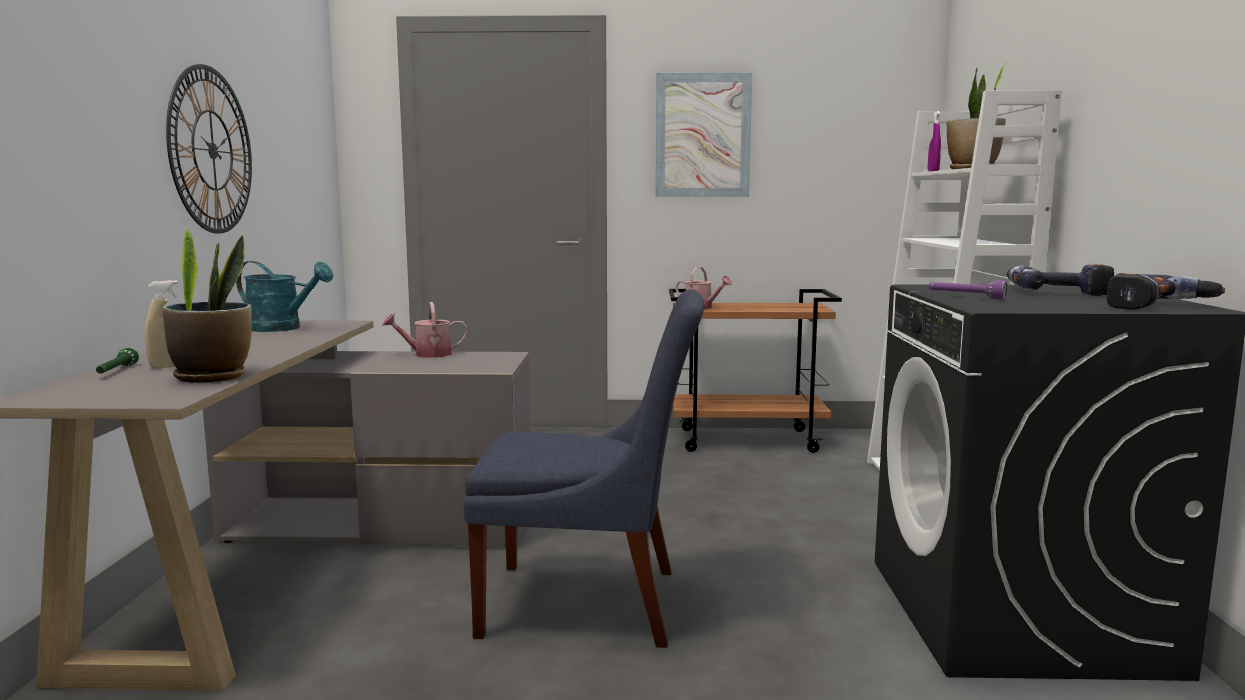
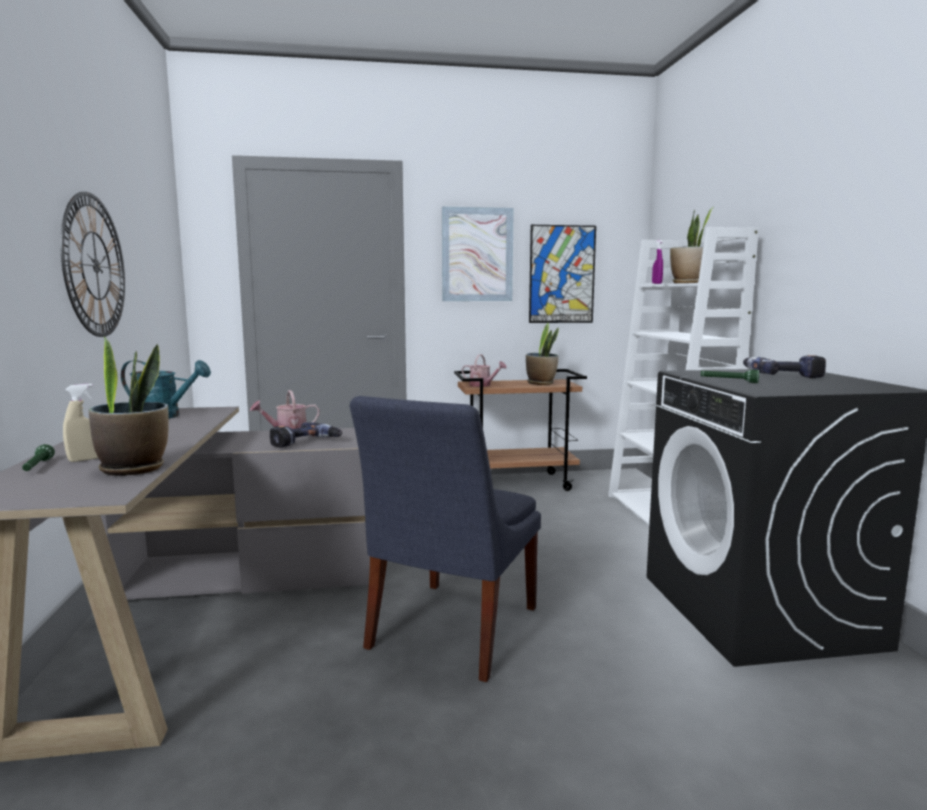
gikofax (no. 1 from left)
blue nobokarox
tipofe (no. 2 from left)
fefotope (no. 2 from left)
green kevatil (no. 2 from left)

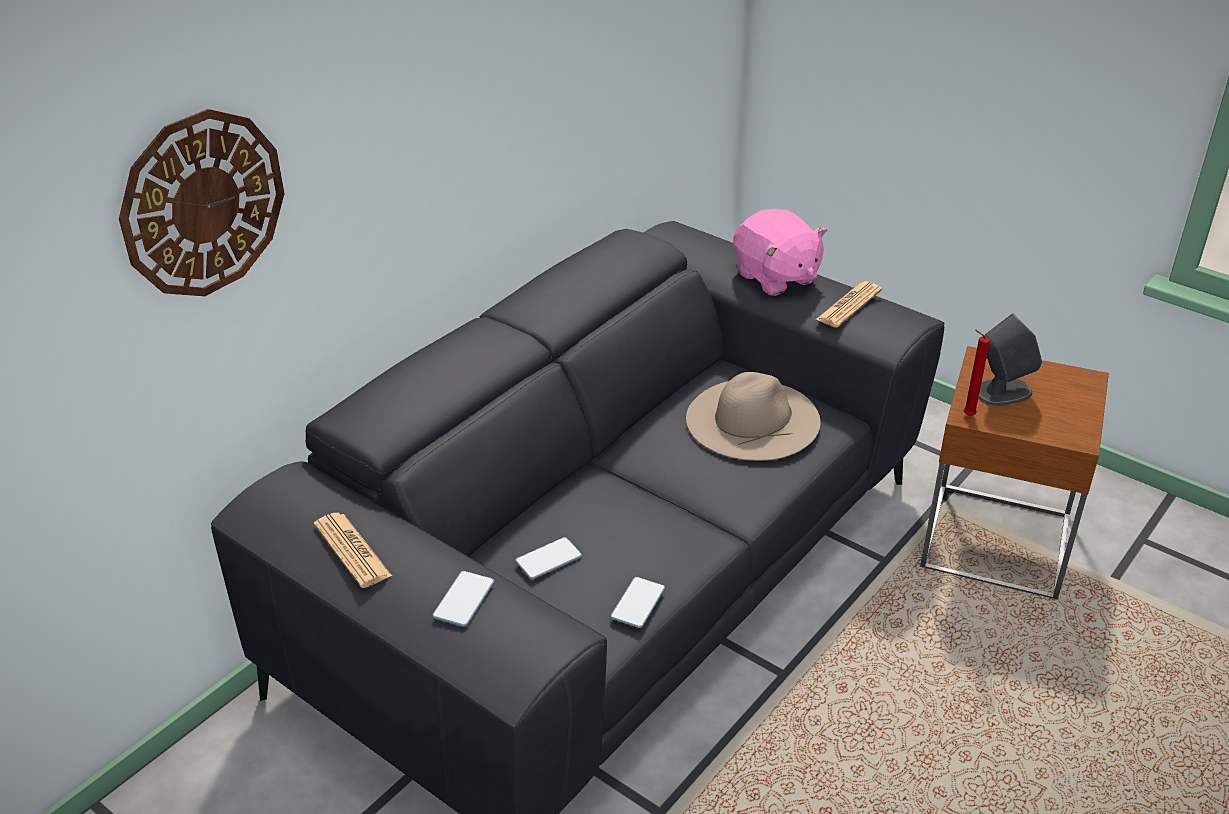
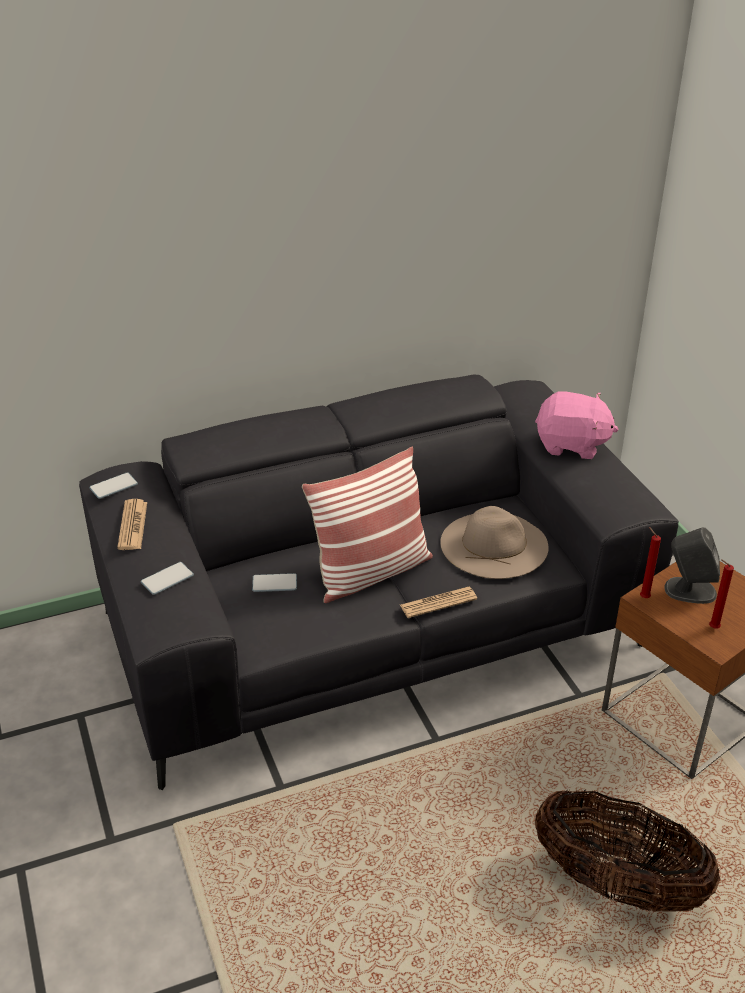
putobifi (no. 1 from left)
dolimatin
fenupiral (no. 2 from left)
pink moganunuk
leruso
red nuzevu (no. 2 from left)
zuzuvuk

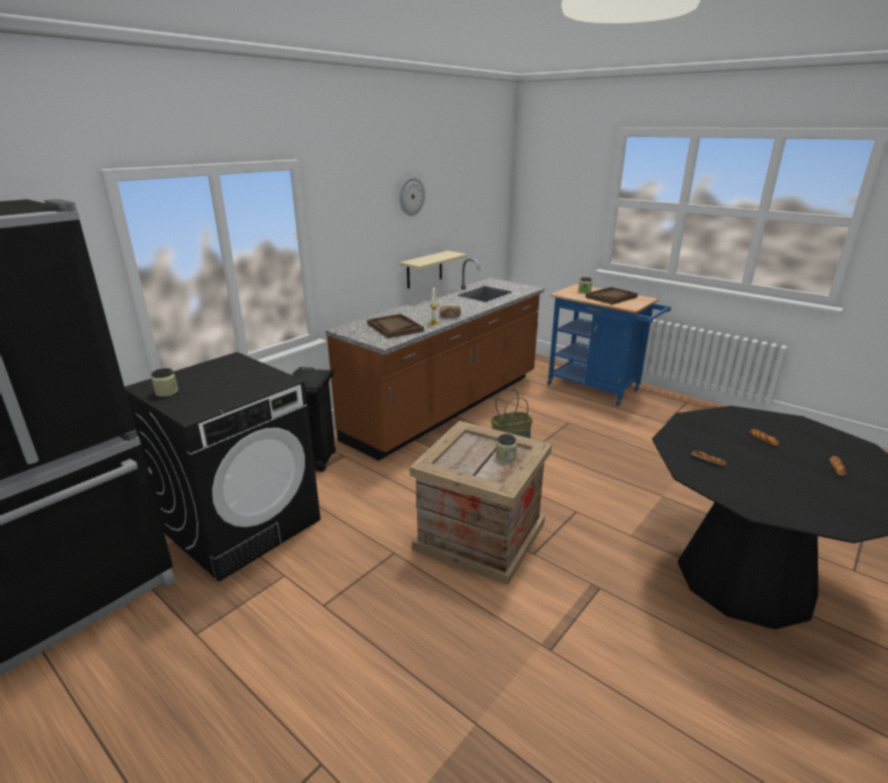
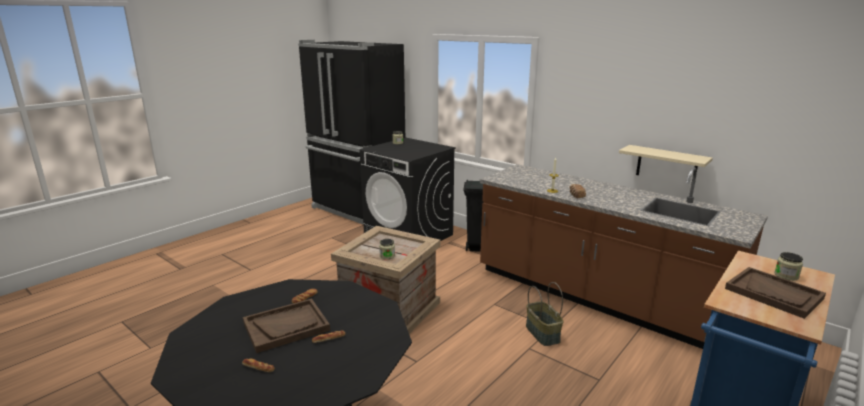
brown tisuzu (no. 1 from left)
zuzuvuk

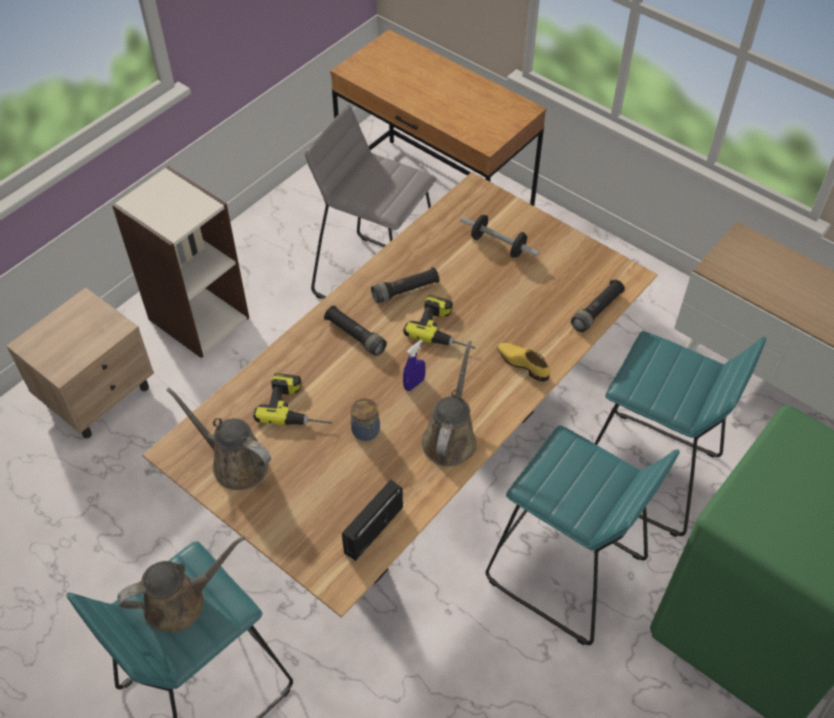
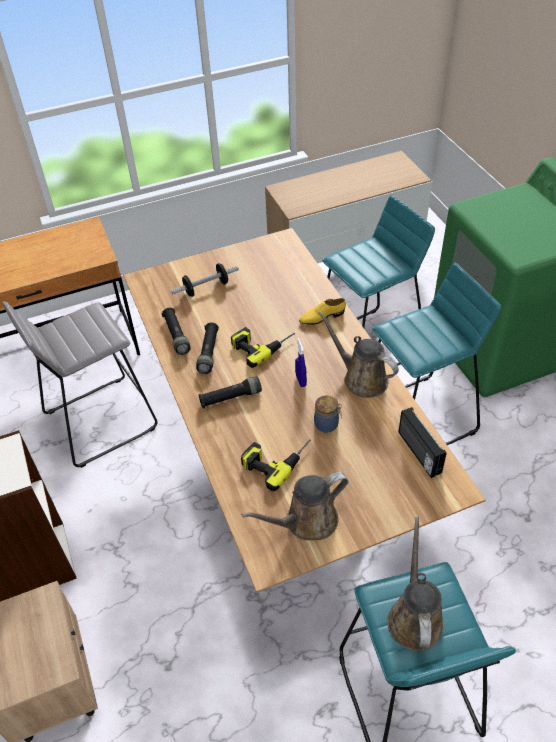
black kevatil (no. 1 from left)

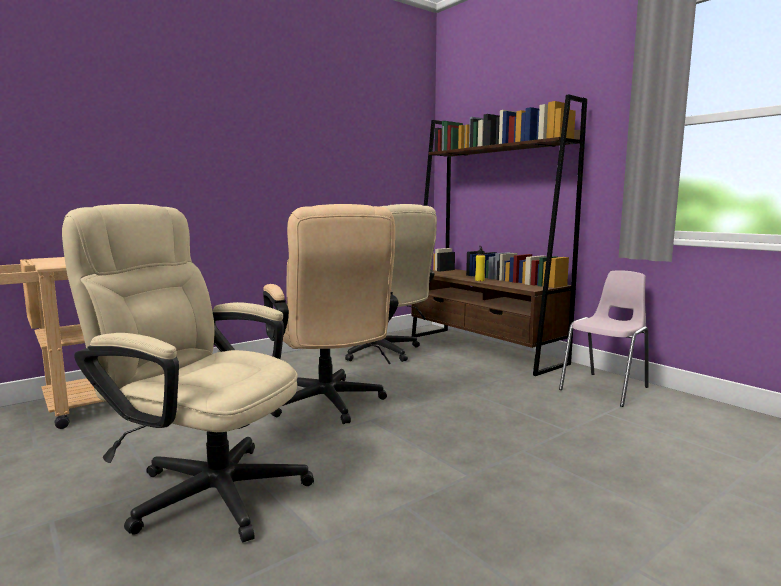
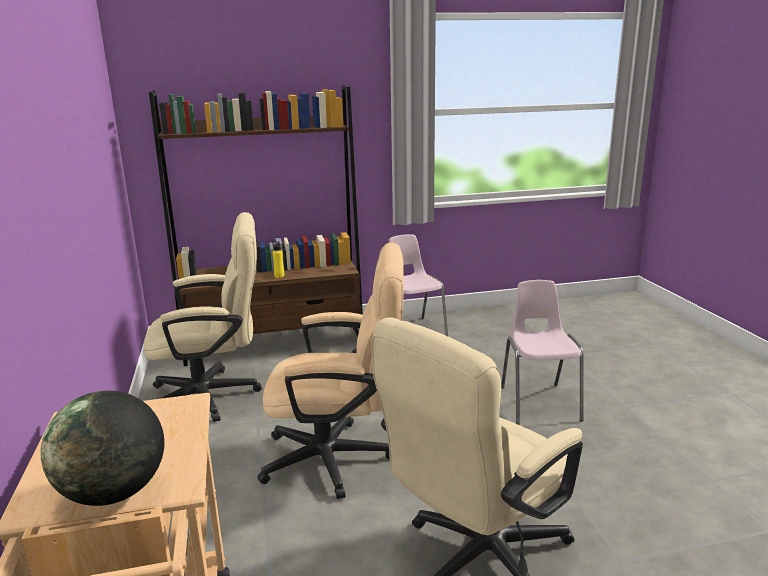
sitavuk
pink nobokarox (no. 2 from left)

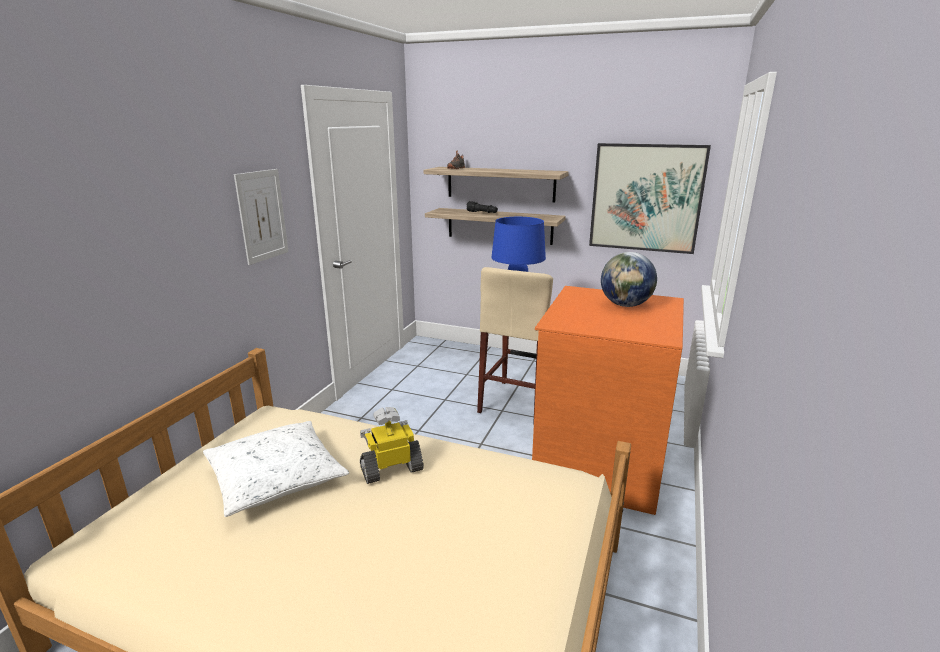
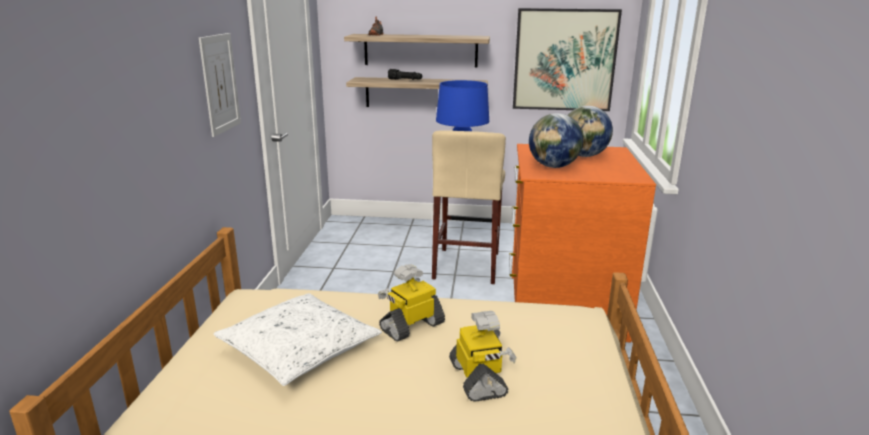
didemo (no. 2 from left)
sitavuk (no. 1 from left)

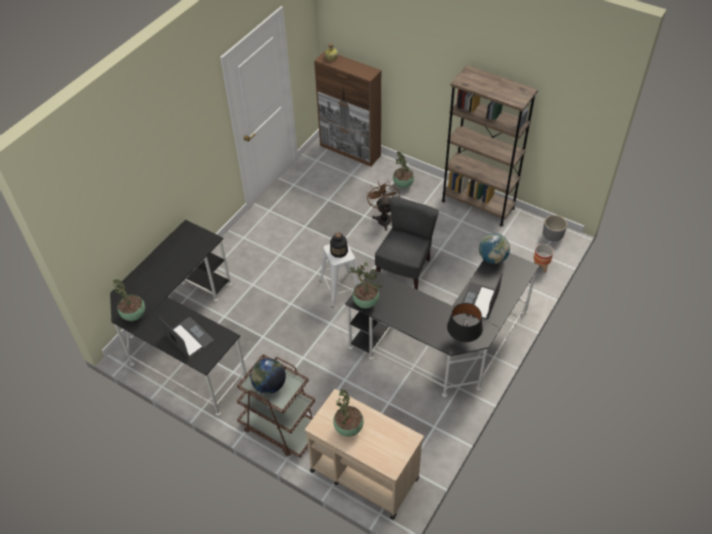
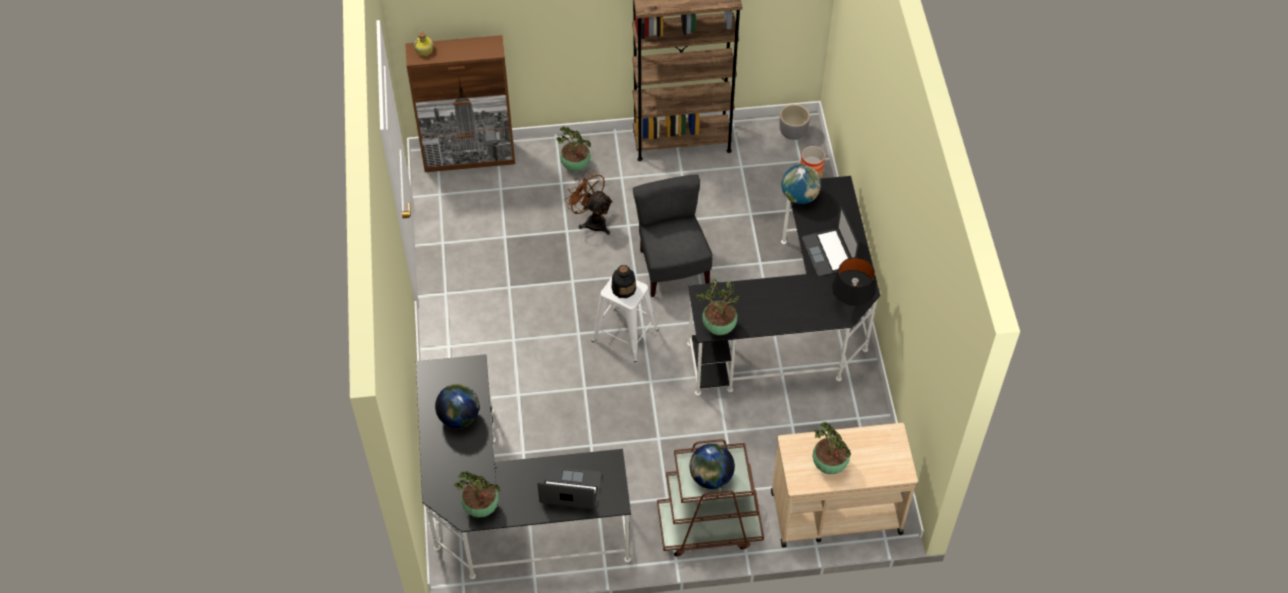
sitavuk (no. 1 from left)

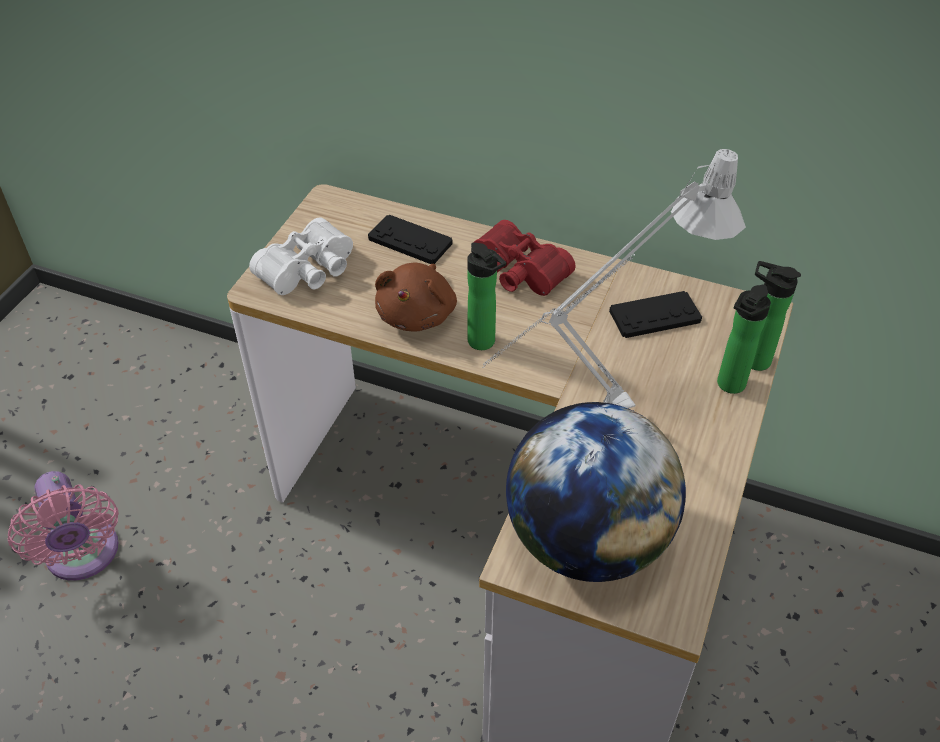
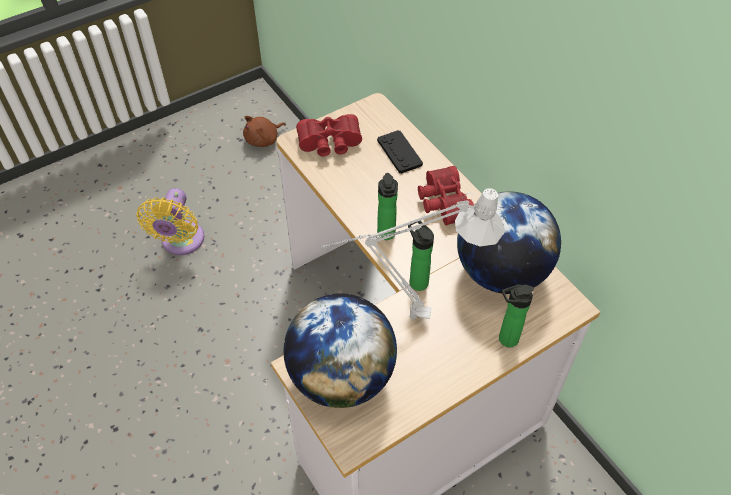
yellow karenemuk
brown moganunuk
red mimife (no. 1 from left)
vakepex (no. 2 from left)
sitavuk (no. 2 from left)

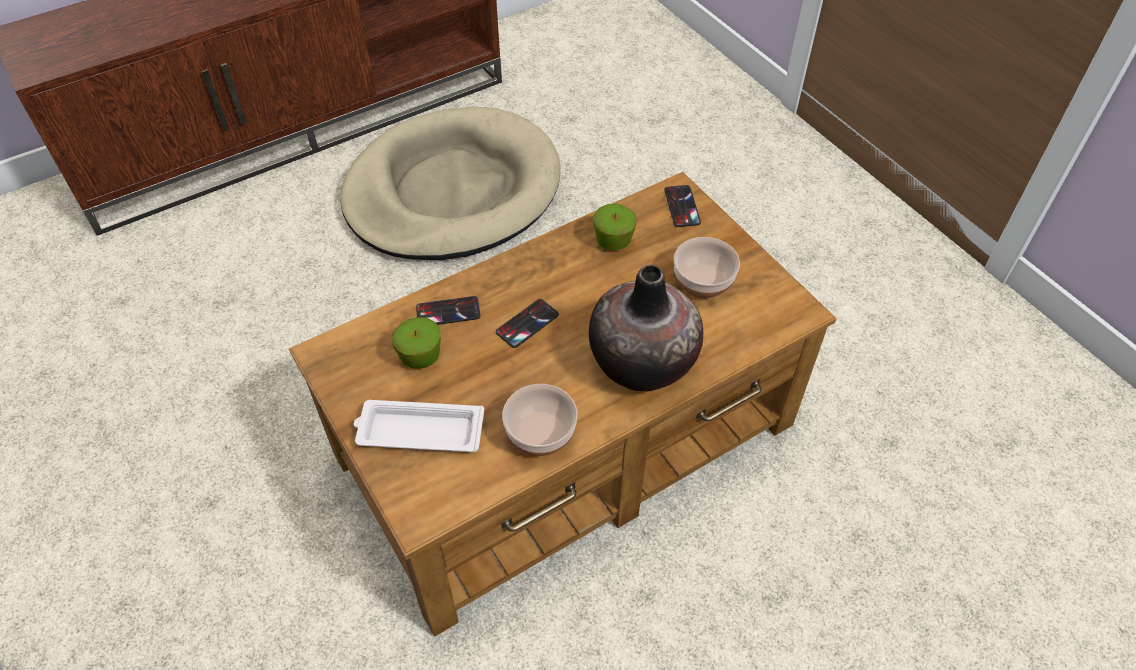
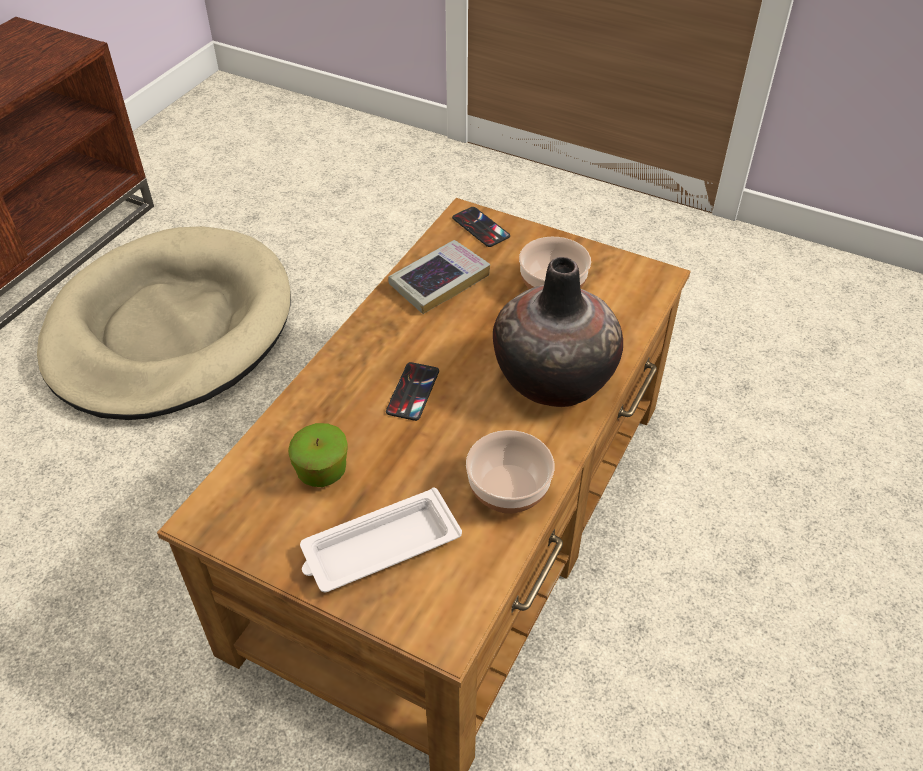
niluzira
putobifi (no. 1 from left in the first image)

